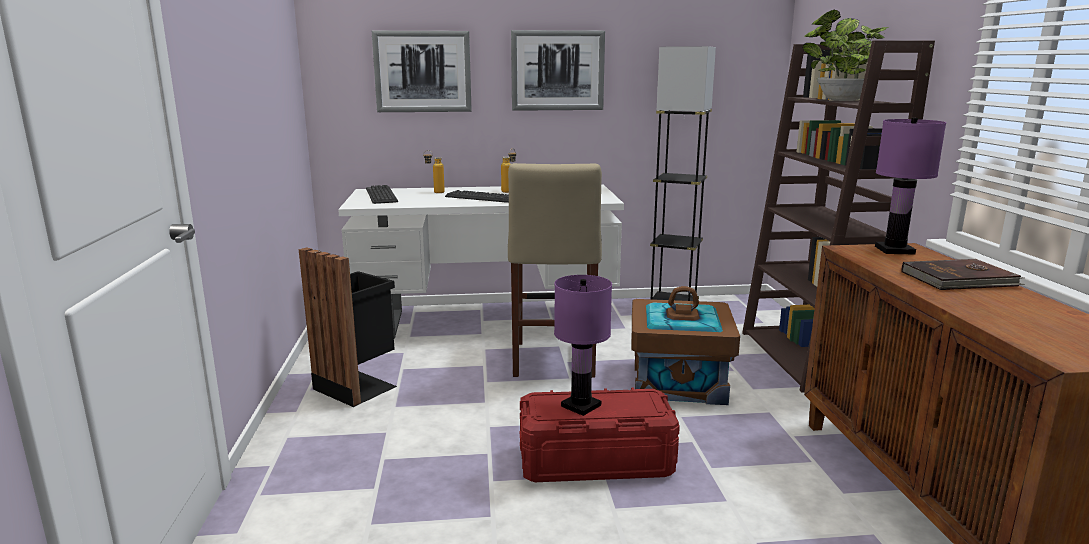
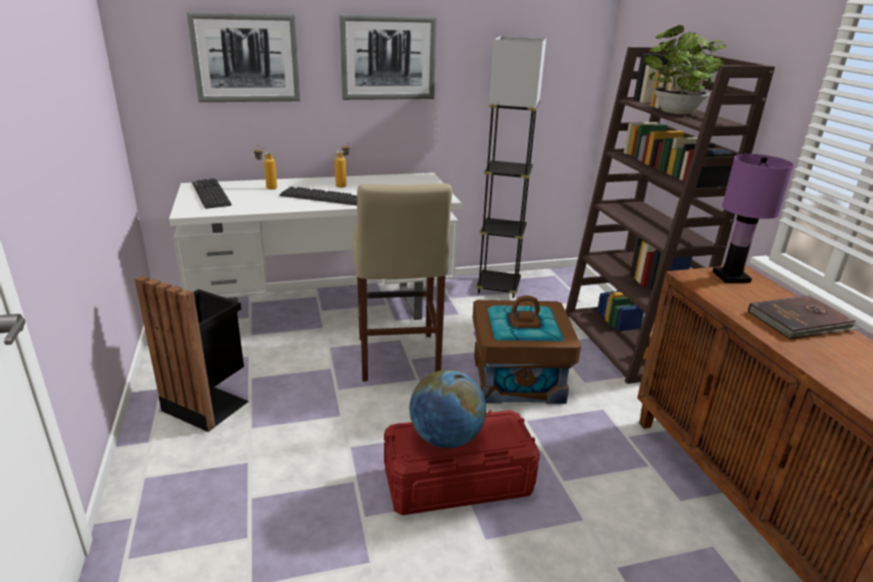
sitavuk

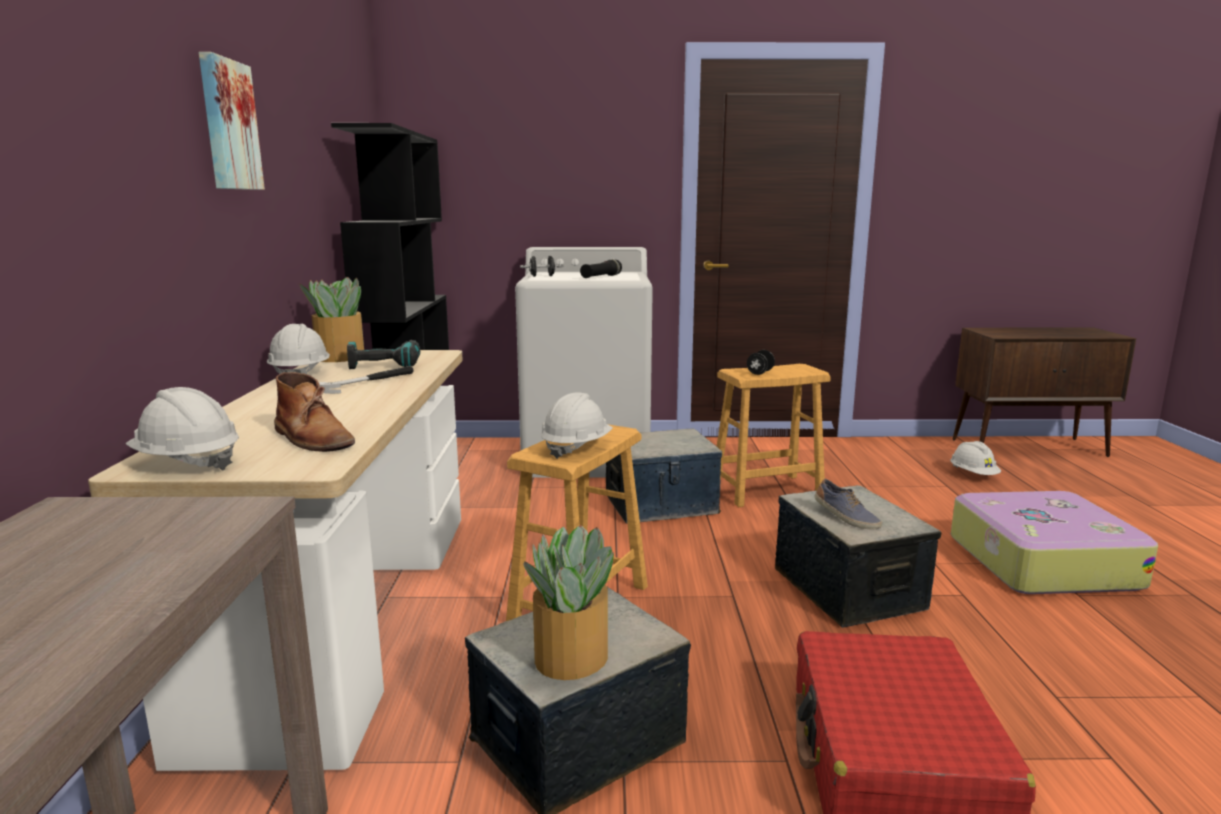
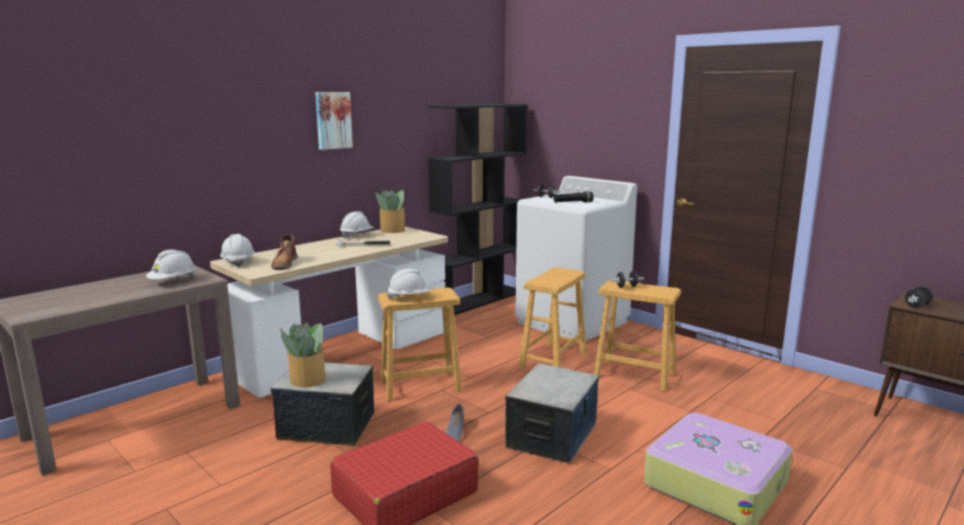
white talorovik (no. 1 from left)
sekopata
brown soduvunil (no. 2 from left)
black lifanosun (no. 3 from left)
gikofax

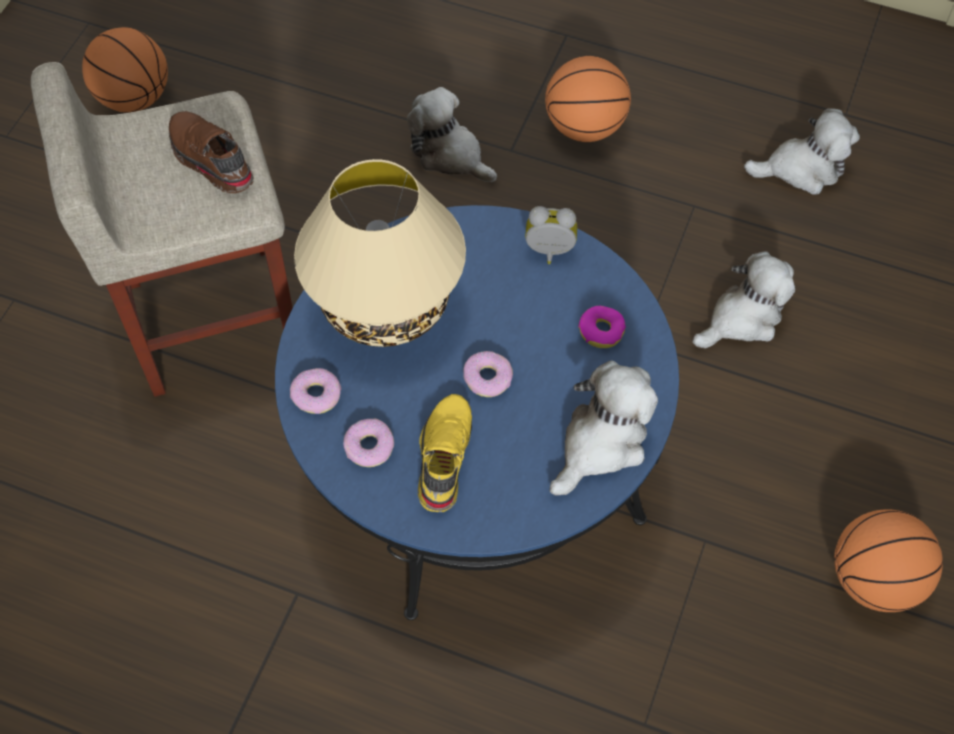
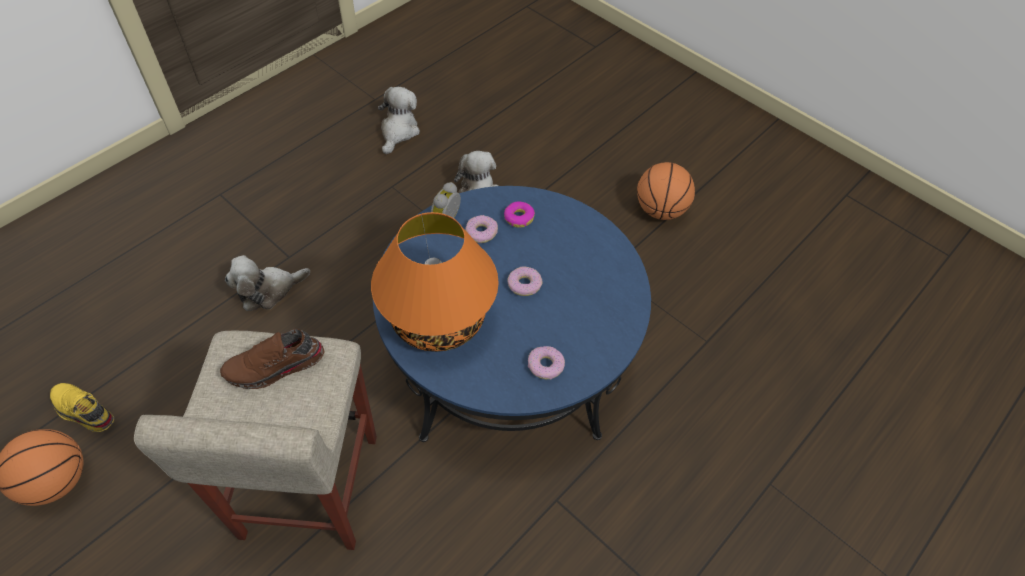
yellow sekopata
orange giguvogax
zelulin (no. 1 from left)
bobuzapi (no. 2 from left in the first image)
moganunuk (no. 2 from left in the first image)

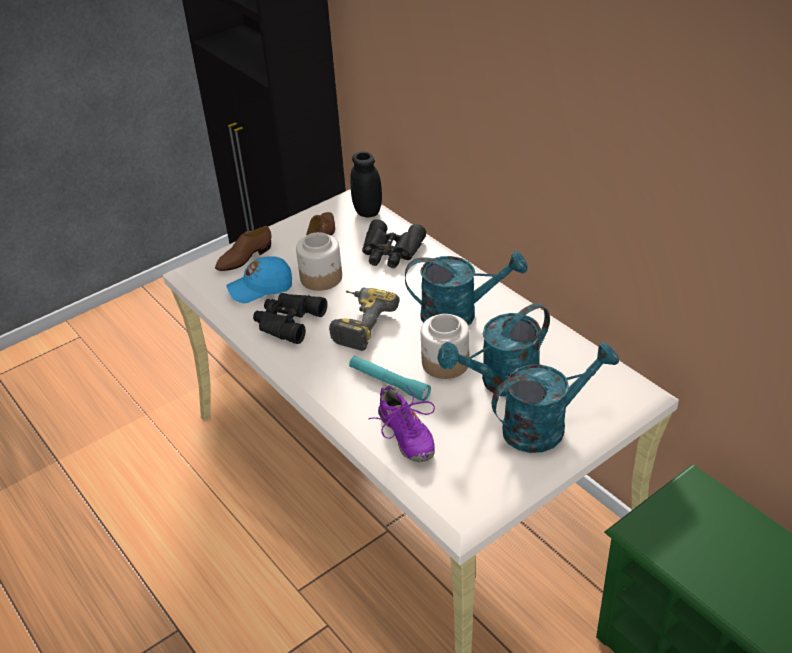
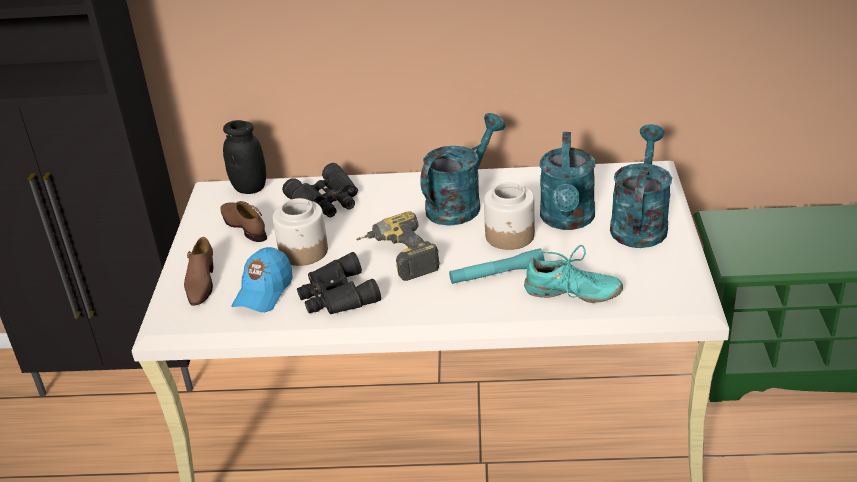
turquoise sekopata

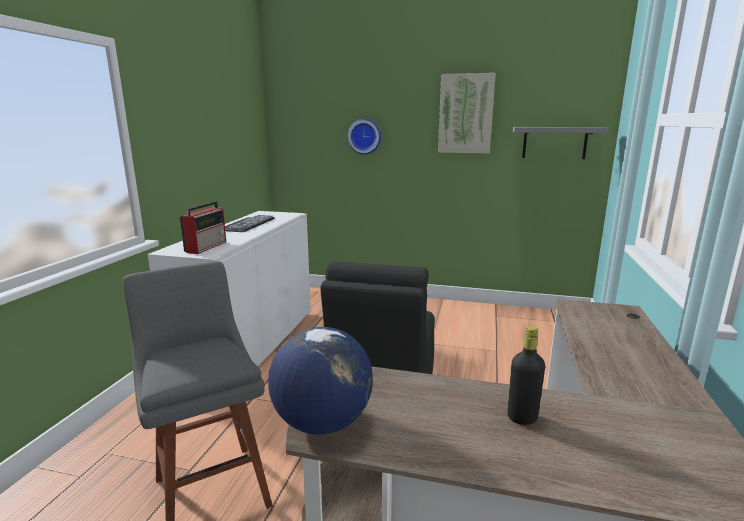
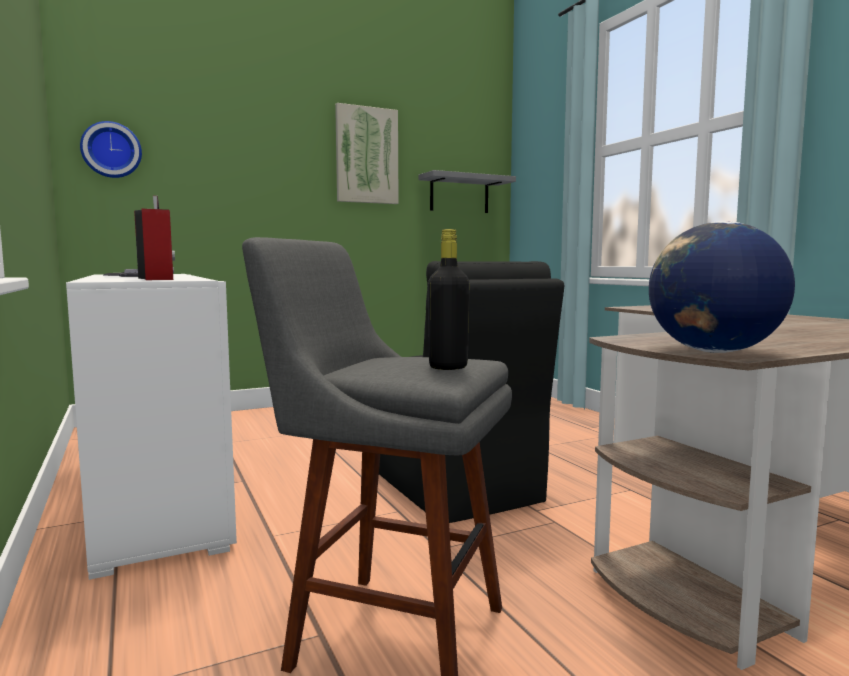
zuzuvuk
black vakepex

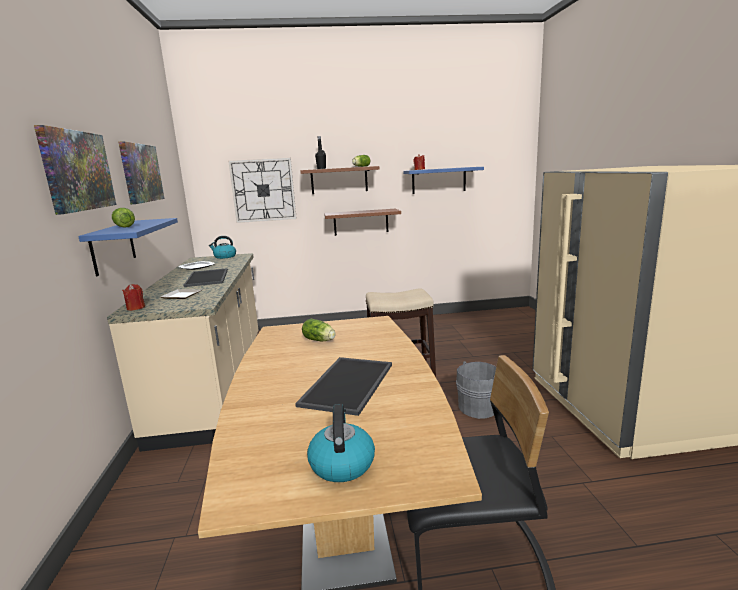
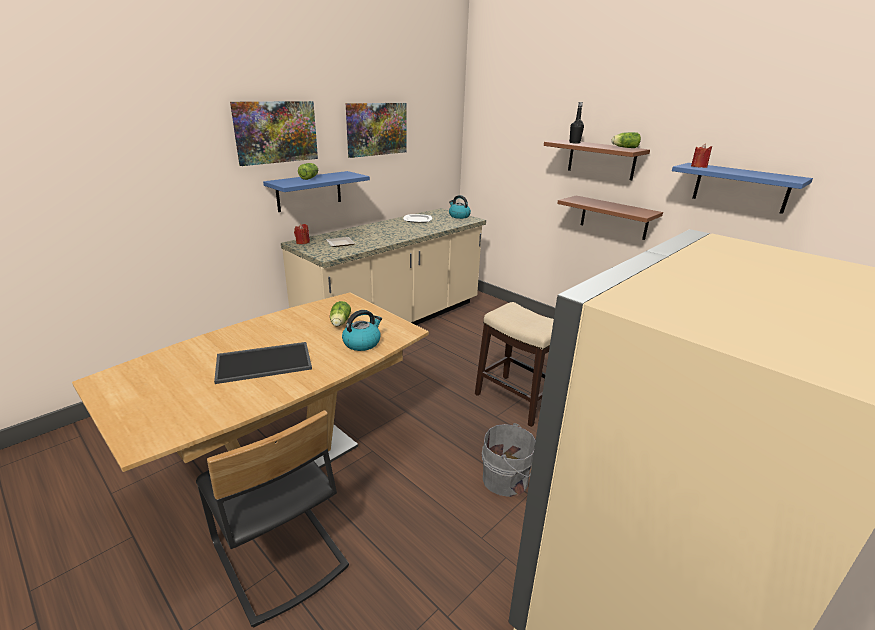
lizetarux (no. 1 from left)
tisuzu (no. 1 from left in the first image)
zuzuvuk

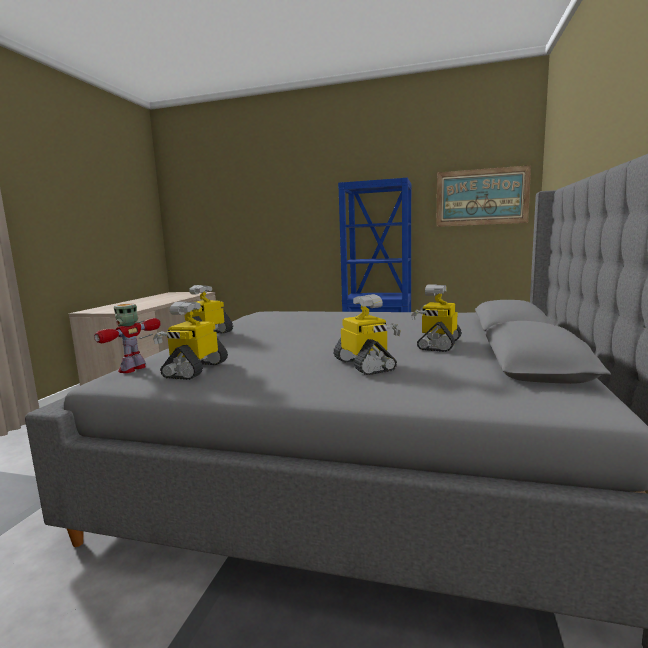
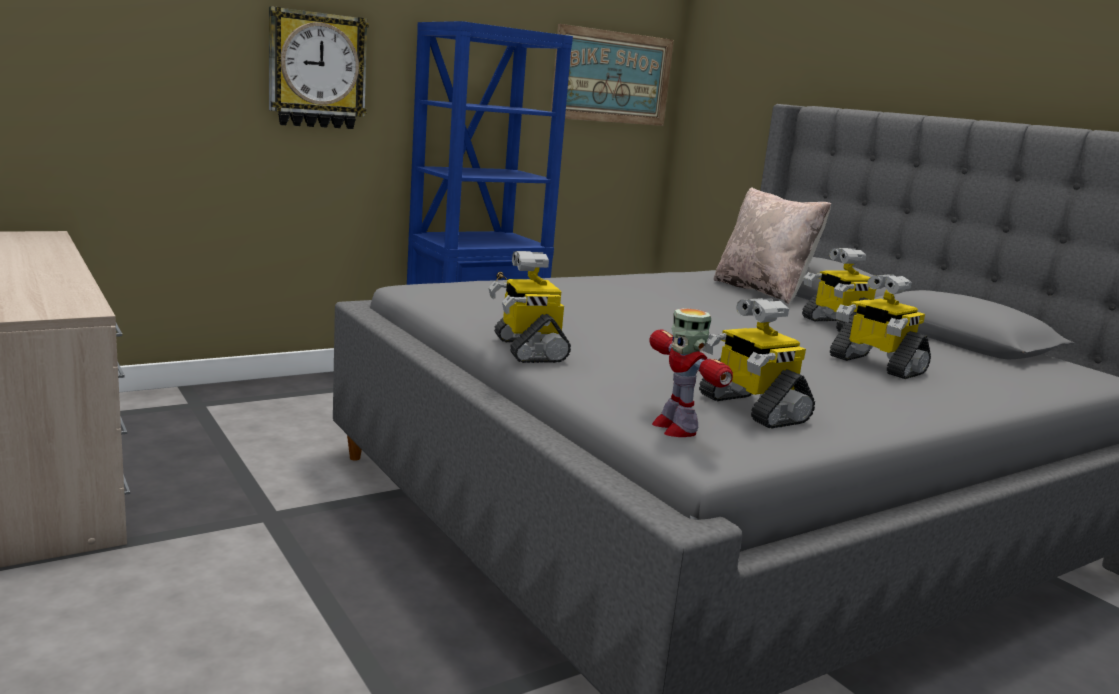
zuzuvuk
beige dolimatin
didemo (no. 5 from left)

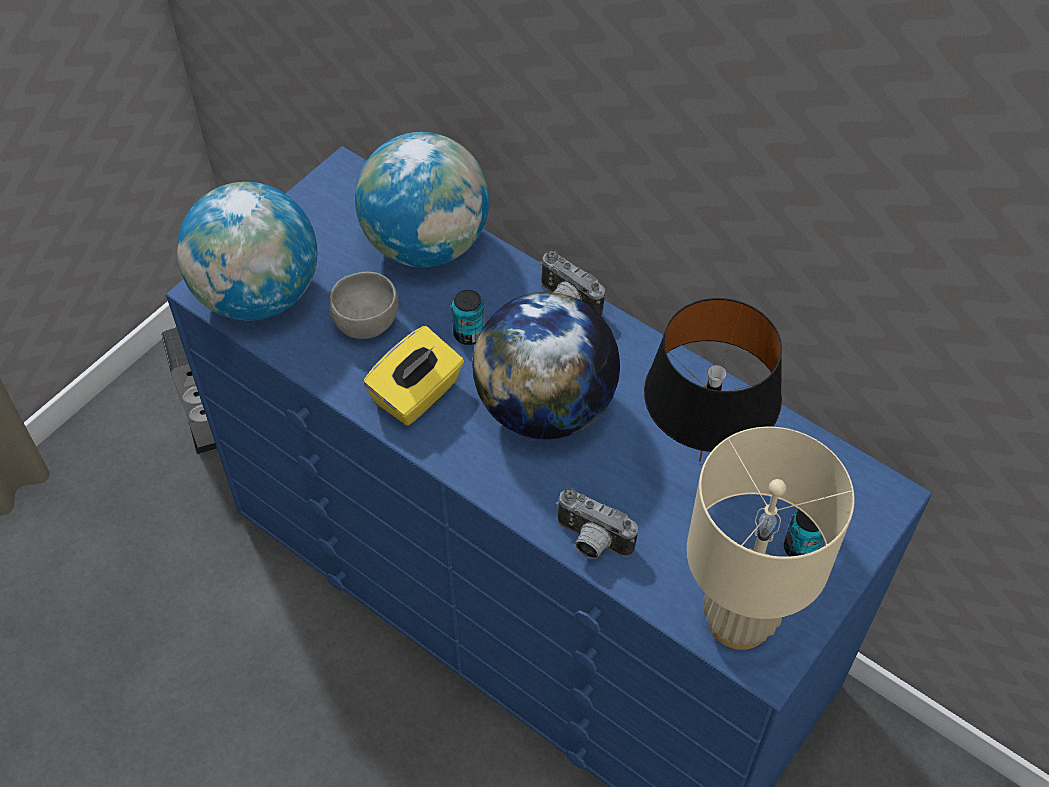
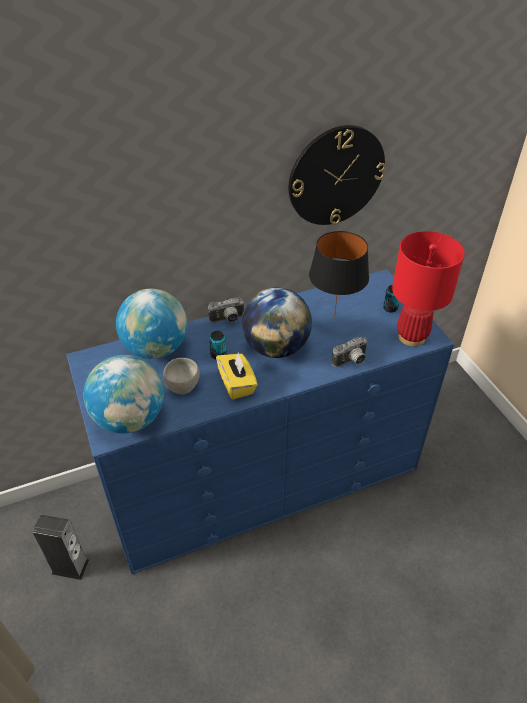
zuzuvuk
red giguvogax

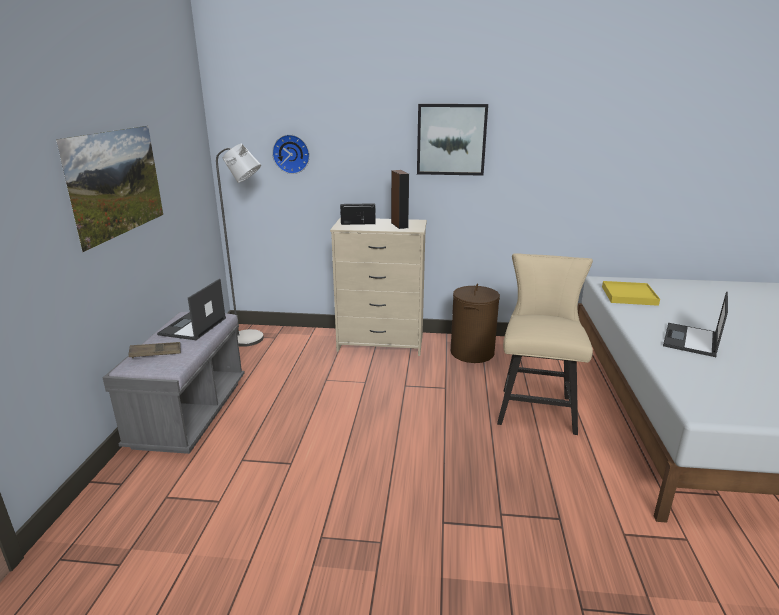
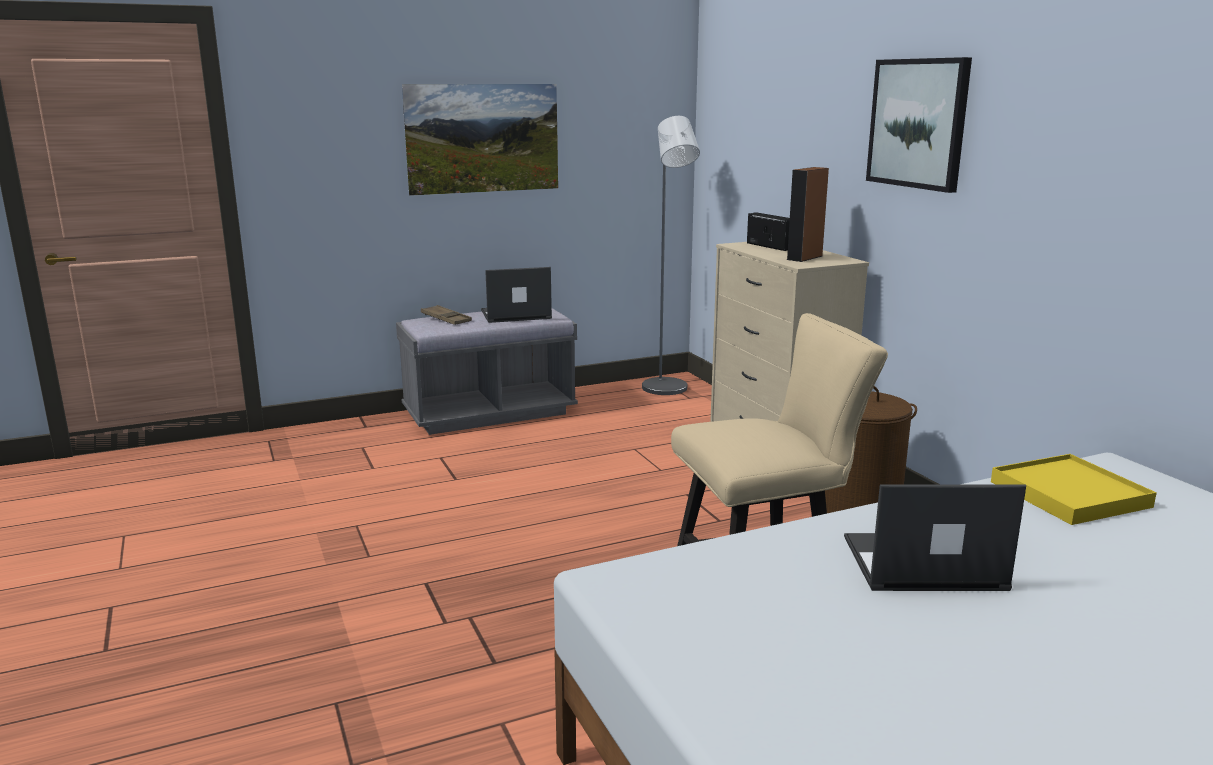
zuzuvuk

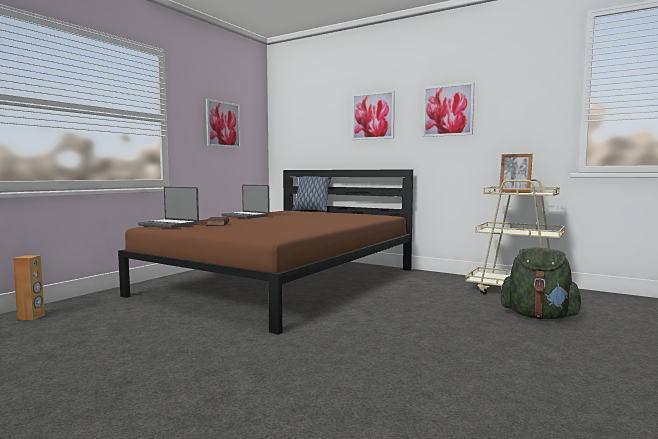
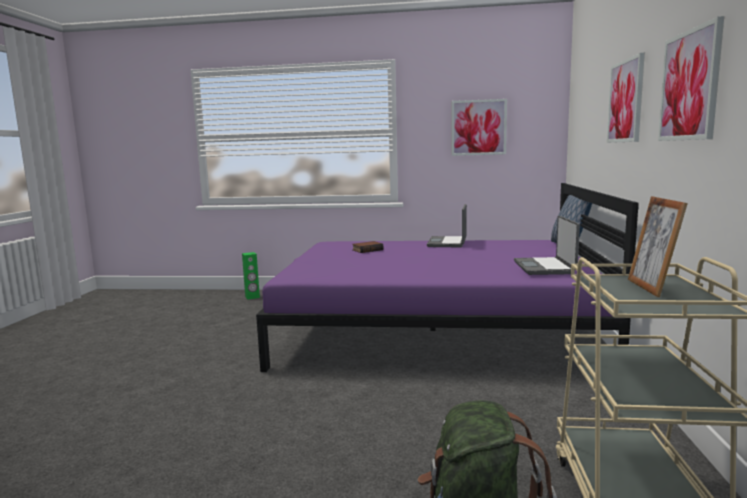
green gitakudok
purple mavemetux
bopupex (no. 2 from left)

